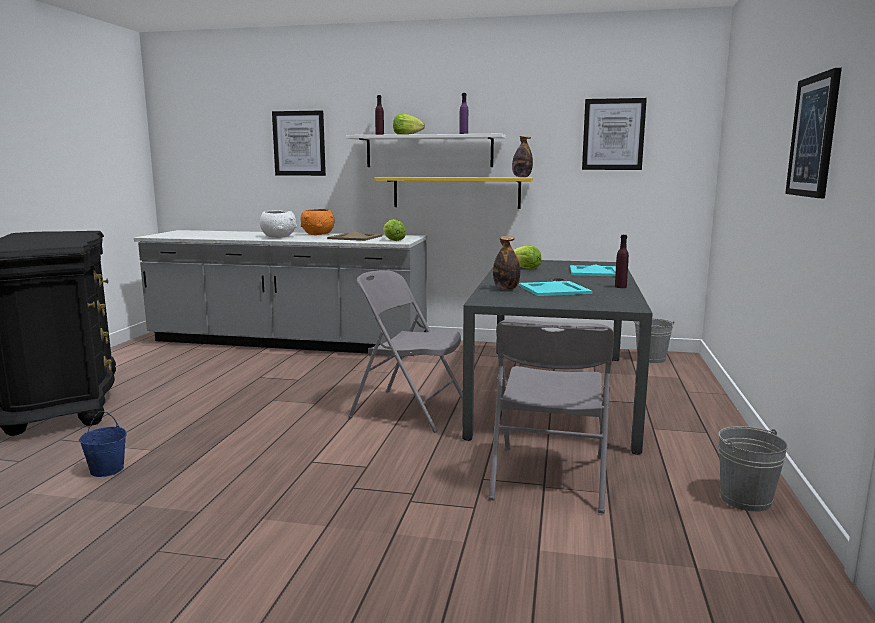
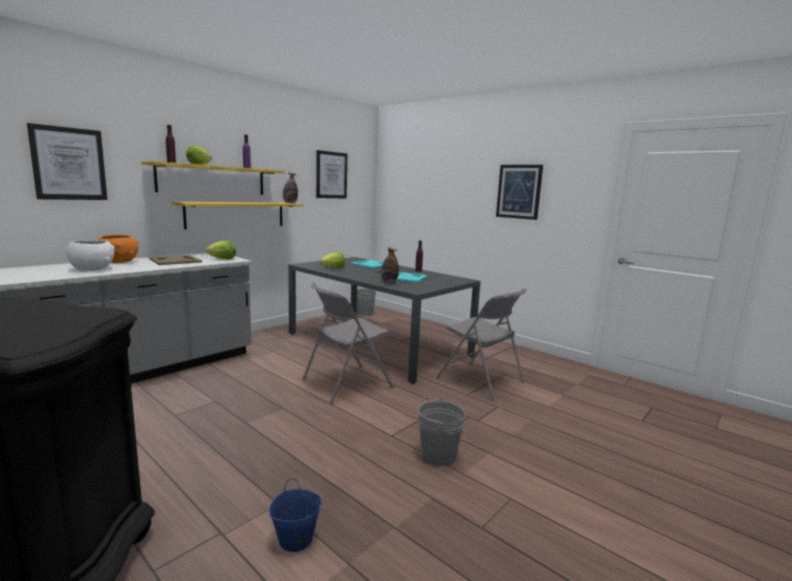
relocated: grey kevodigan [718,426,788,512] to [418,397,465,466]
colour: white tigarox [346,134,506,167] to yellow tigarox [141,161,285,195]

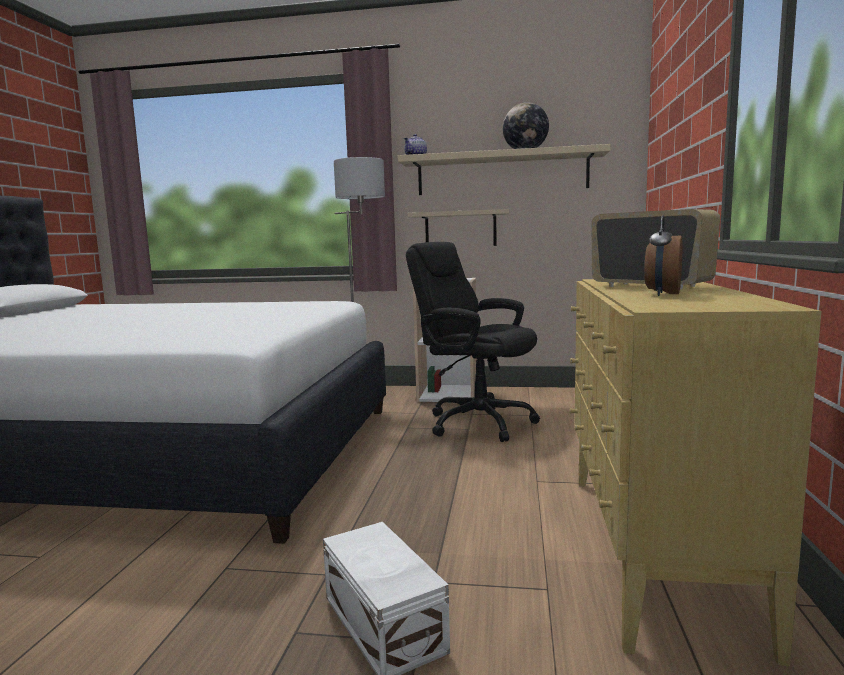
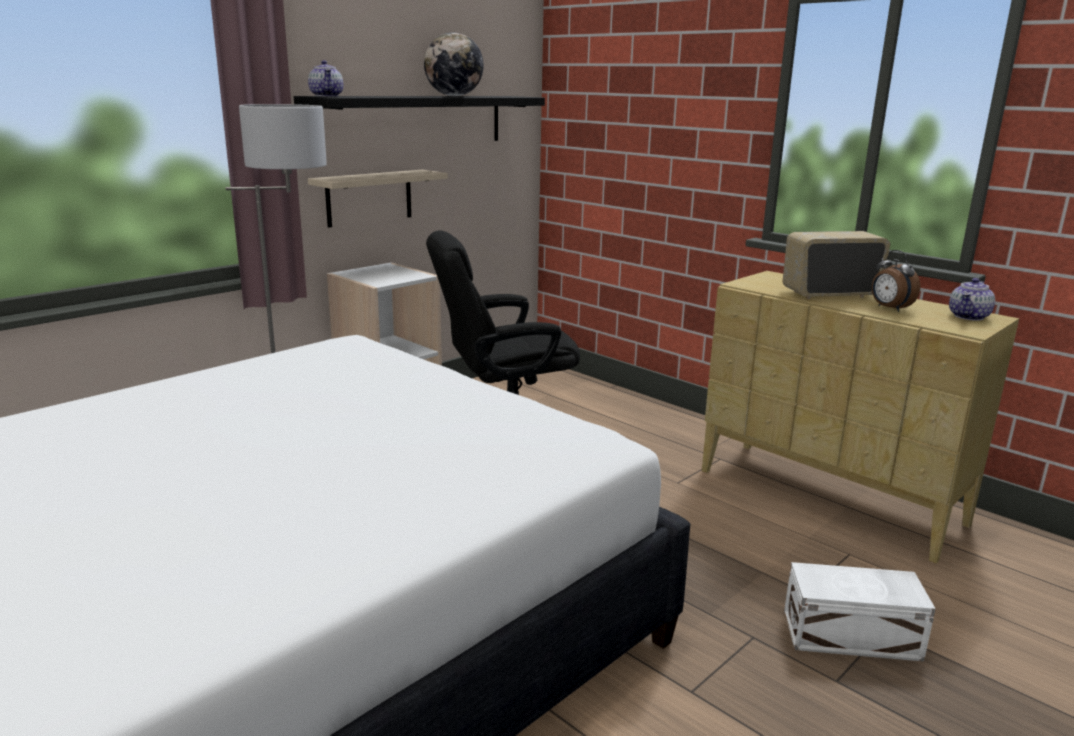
appeared: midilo [949,278,995,321]
colour: beige tigarox [398,144,611,195] to black tigarox [294,96,545,141]

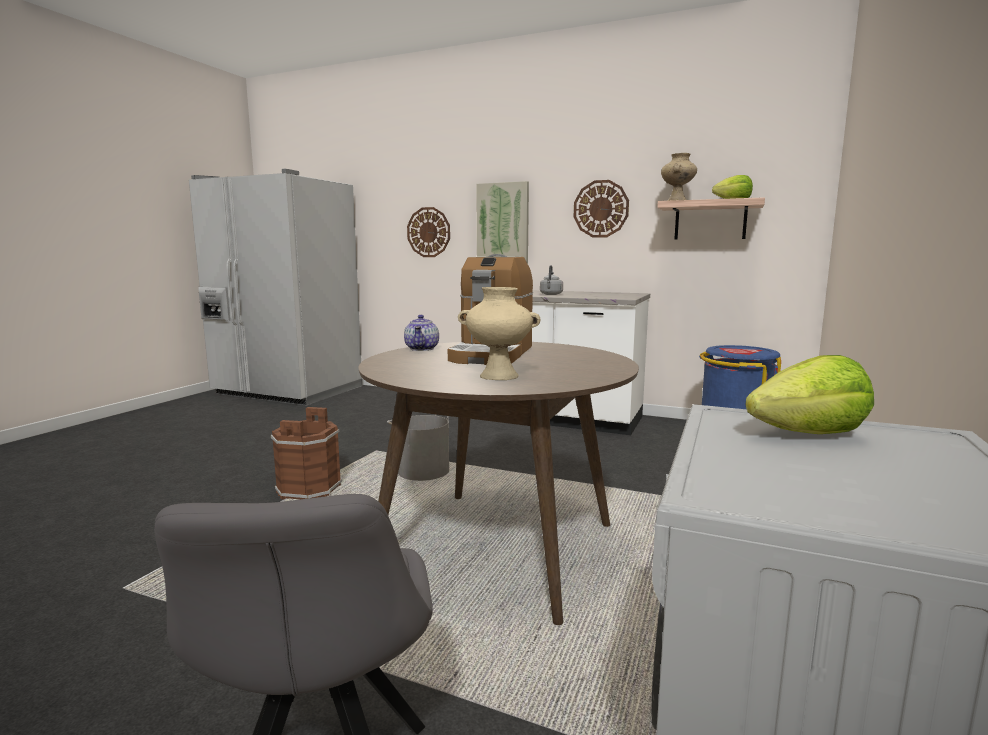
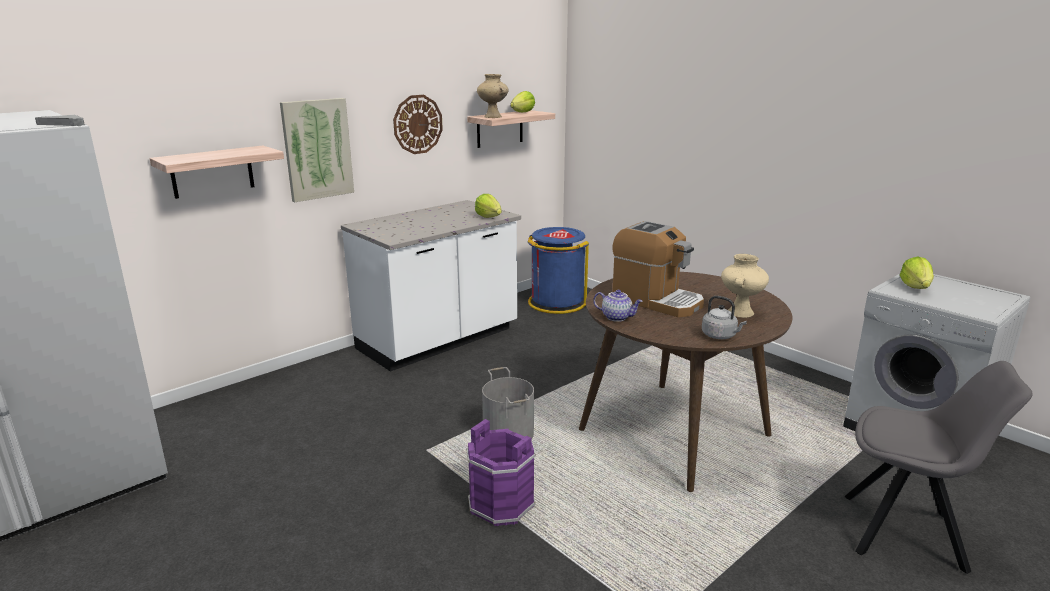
appeared: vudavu [475,194,502,218]
relocated: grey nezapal [540,265,563,295] to [702,296,747,339]
exchanged: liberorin [407,207,450,257] to tigarox [150,146,284,199]
colour: brown kevodigan [271,407,342,500] to purple kevodigan [466,419,536,527]

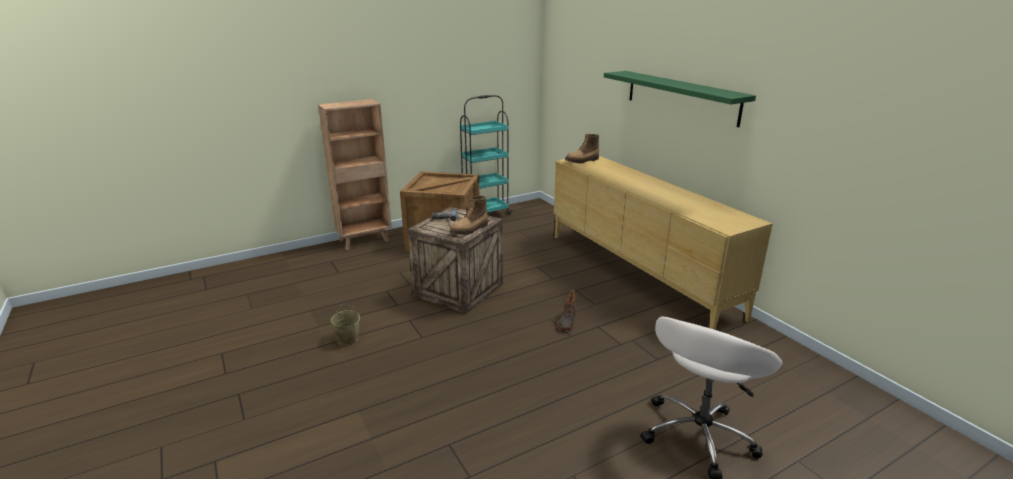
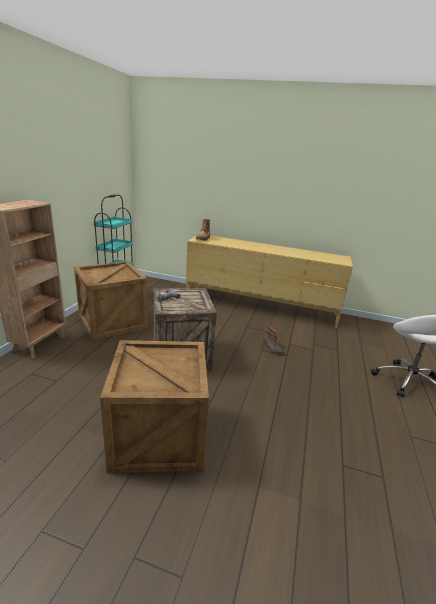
missing: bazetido [450,195,488,235]; green tigarox [604,71,756,127]
exchanged: beige kevodigan [331,303,360,345] to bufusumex [100,340,209,473]

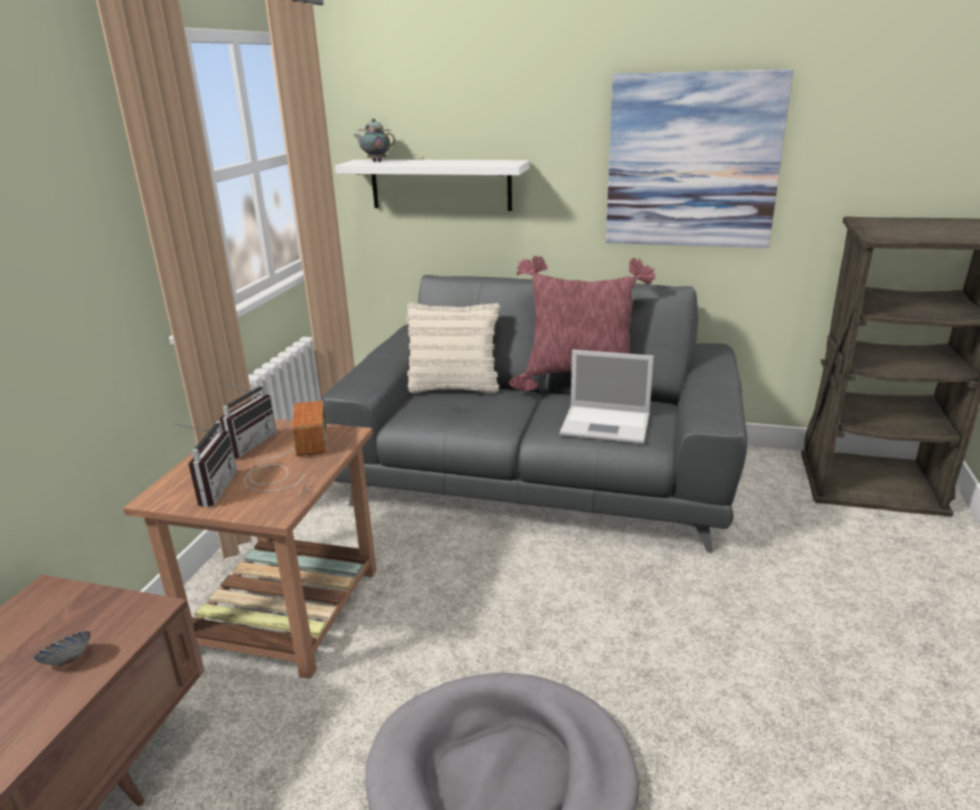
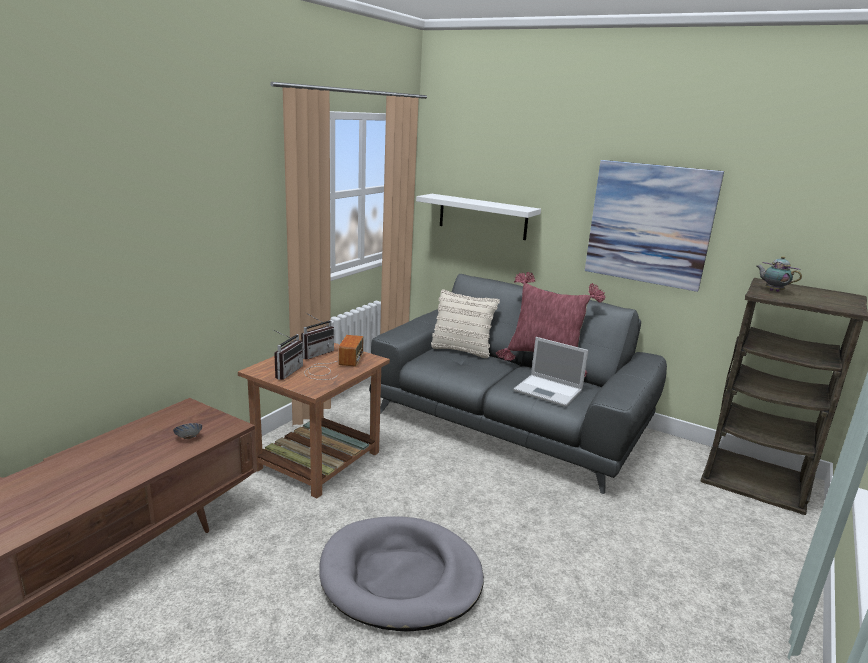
relocated: midilo [353,118,395,162] to [757,256,802,292]

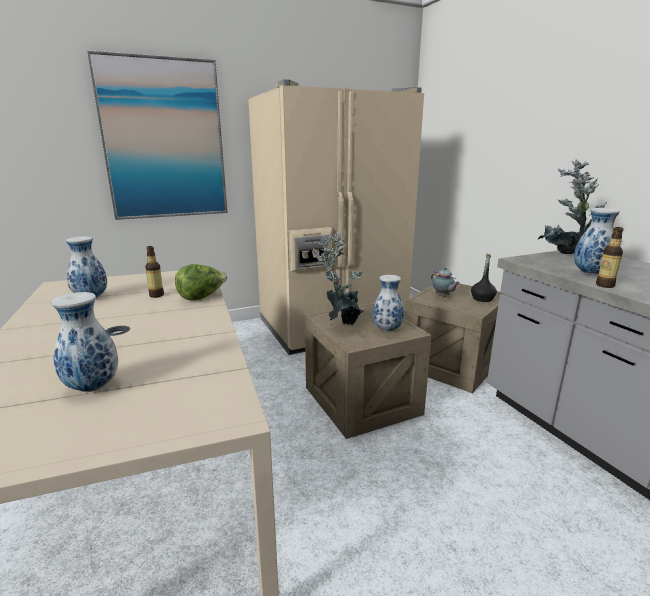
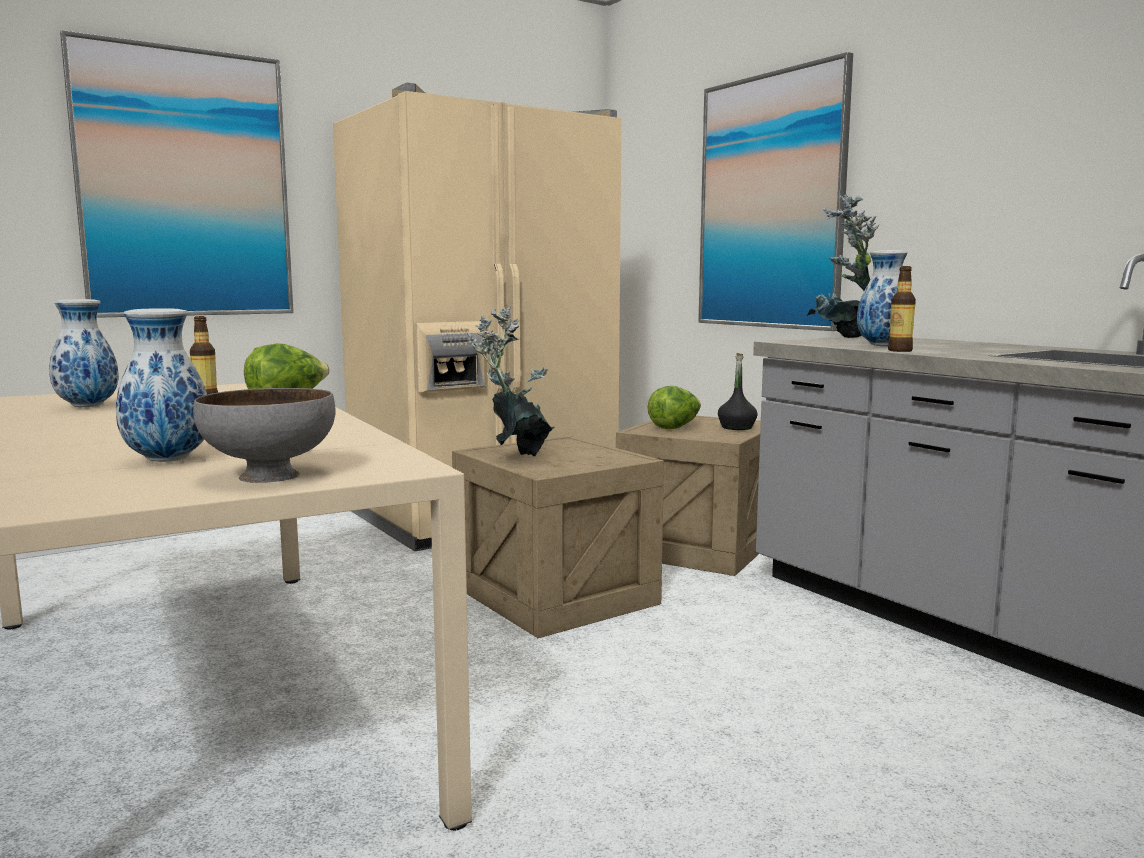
missing: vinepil [373,275,404,332]
appeared: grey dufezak [193,388,335,483]; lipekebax [698,52,853,331]
exchanged: midilo [431,267,460,297] to vudavu [647,386,701,429]

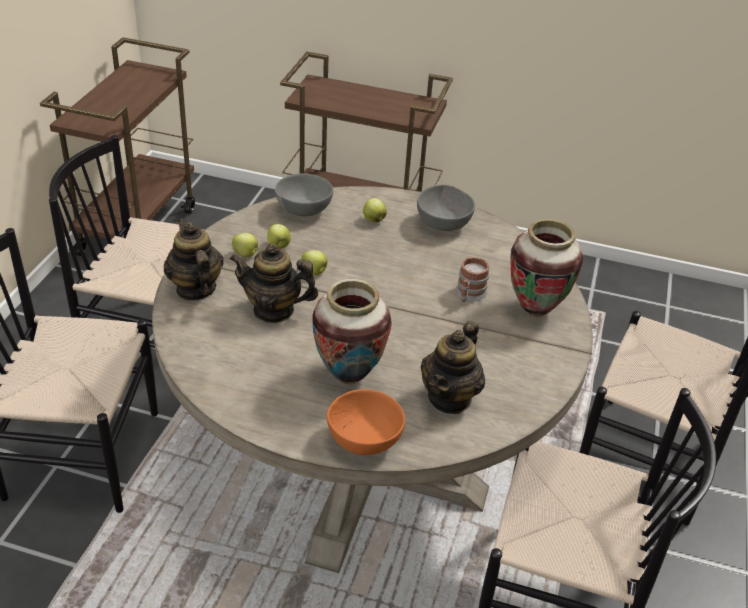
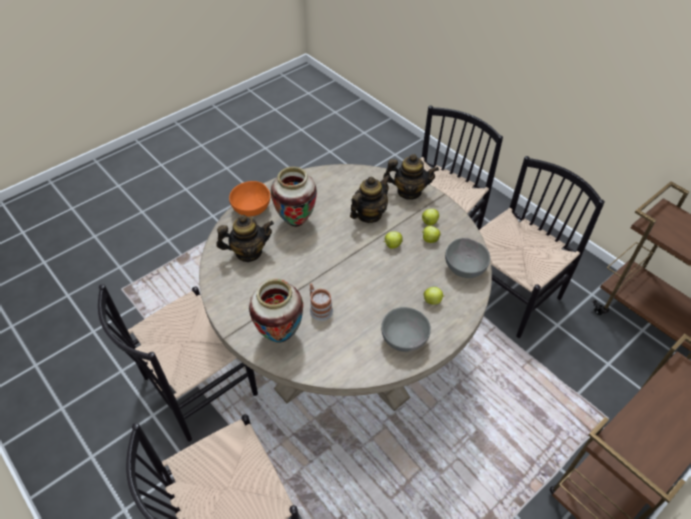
spun: midilo [421,321,485,414] = [216,215,274,262] 105 degrees clockwise

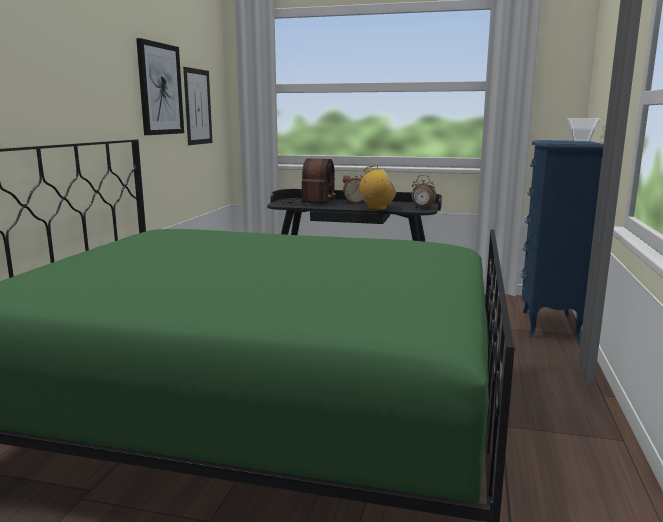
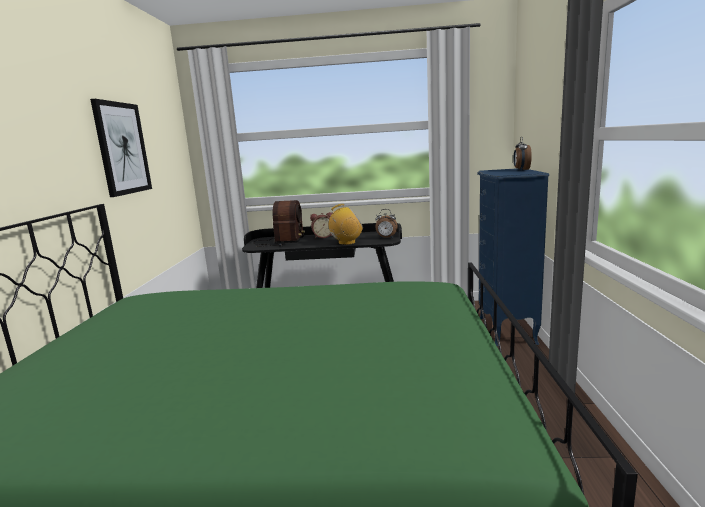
missing: lipekebax [183,67,213,145]
exchanged: dufezak [567,118,601,142] to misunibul [513,137,532,170]

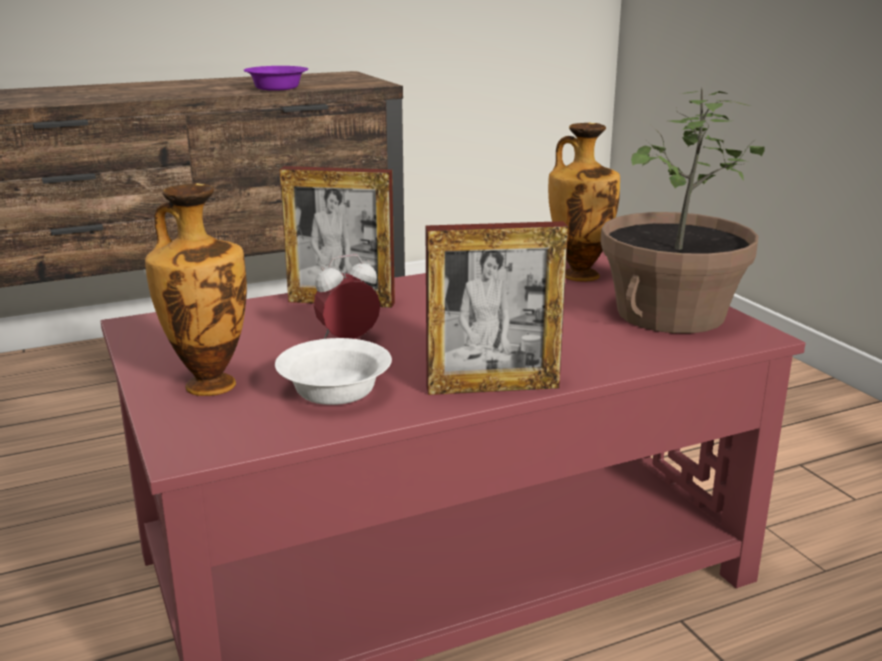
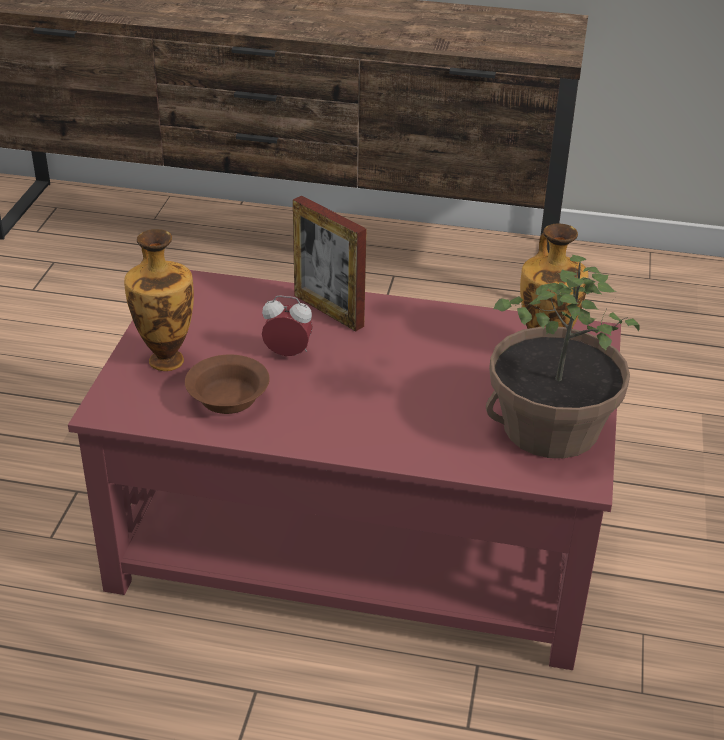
missing: purple dufezak [243,66,308,91]; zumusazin [425,221,568,395]
colour: white dufezak [275,338,392,405] to brown dufezak [185,355,270,414]

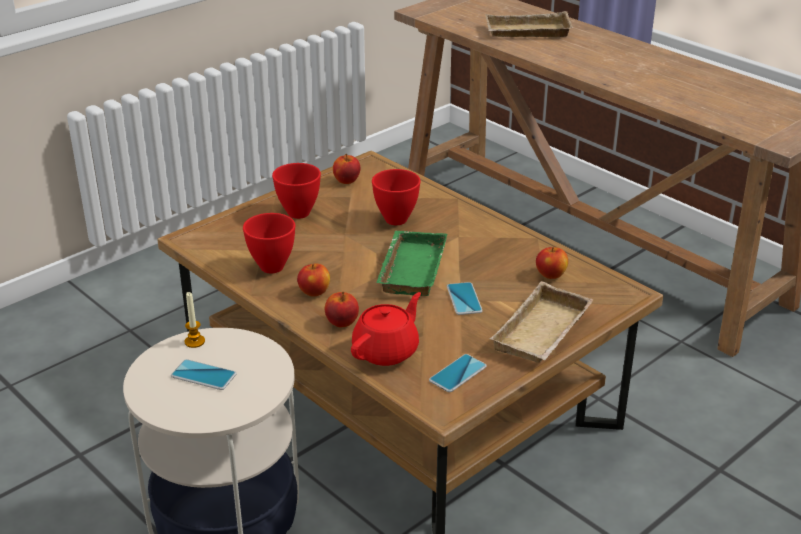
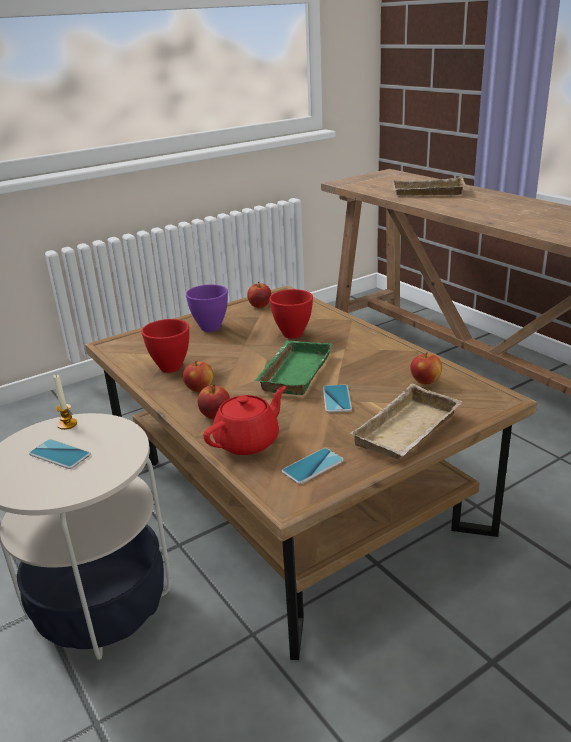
colour: red dufezak [272,163,321,219] to purple dufezak [186,284,228,332]

